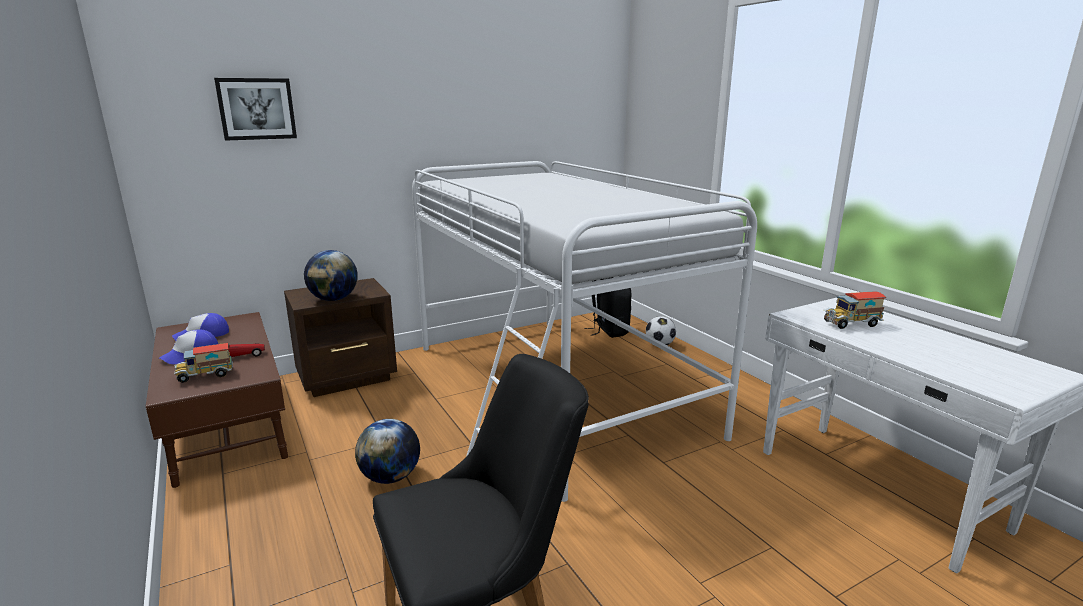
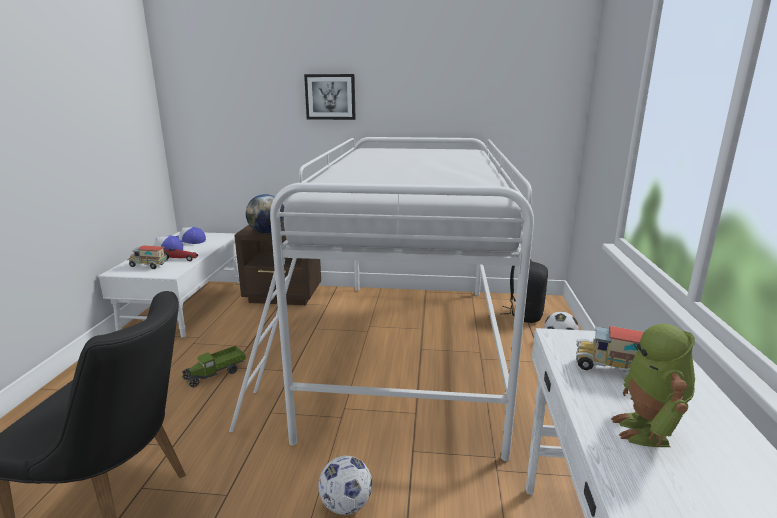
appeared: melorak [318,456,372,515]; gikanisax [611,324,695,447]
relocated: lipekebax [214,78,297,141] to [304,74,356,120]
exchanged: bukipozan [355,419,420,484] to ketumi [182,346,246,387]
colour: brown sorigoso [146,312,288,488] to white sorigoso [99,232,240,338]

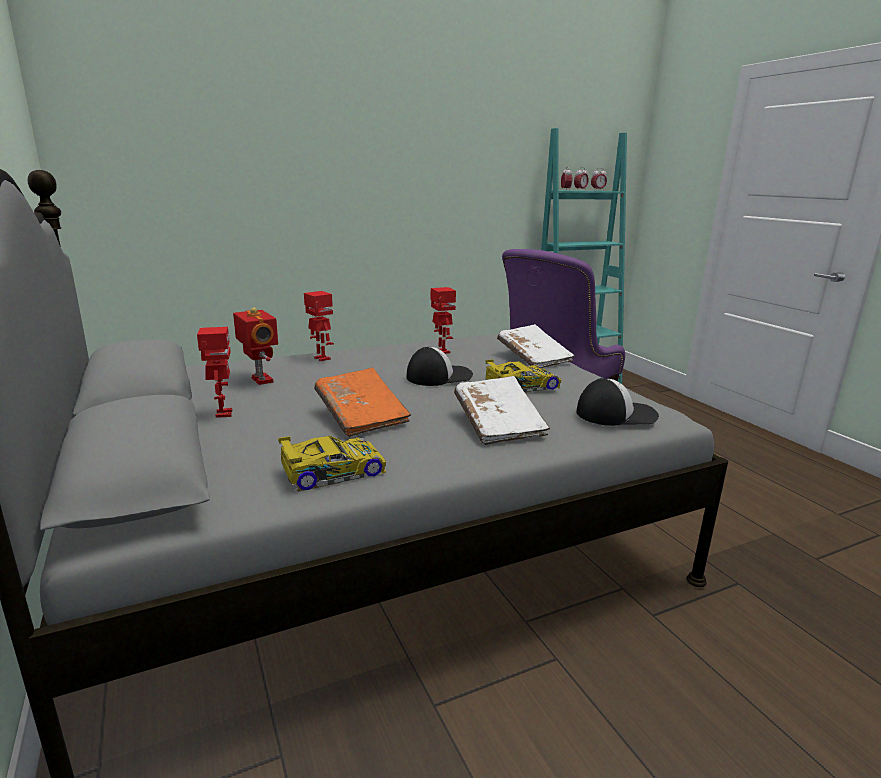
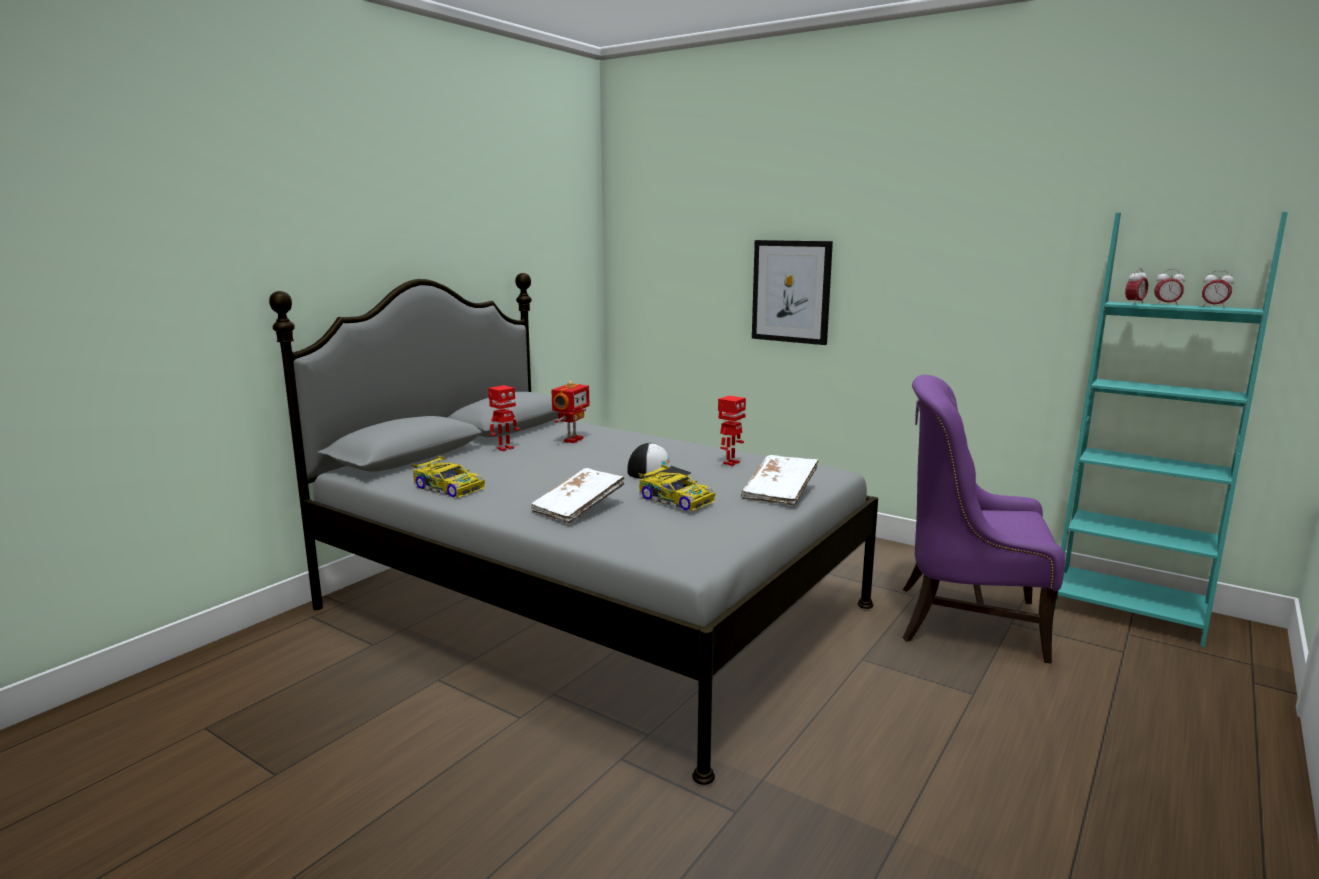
missing: gikanisax [304,291,334,361]; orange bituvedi [314,368,411,437]; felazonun [576,378,659,426]
appeared: lipekebax [752,240,833,345]

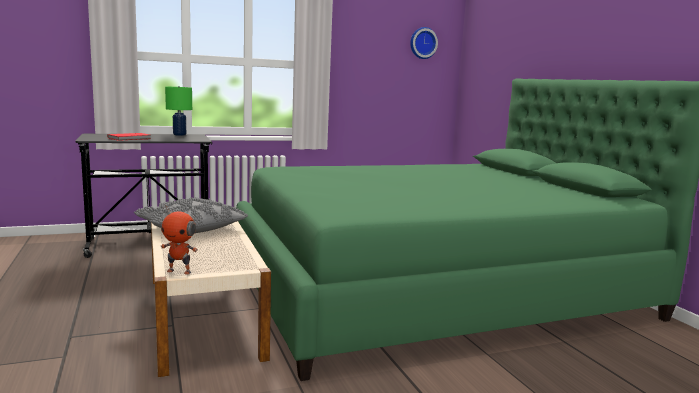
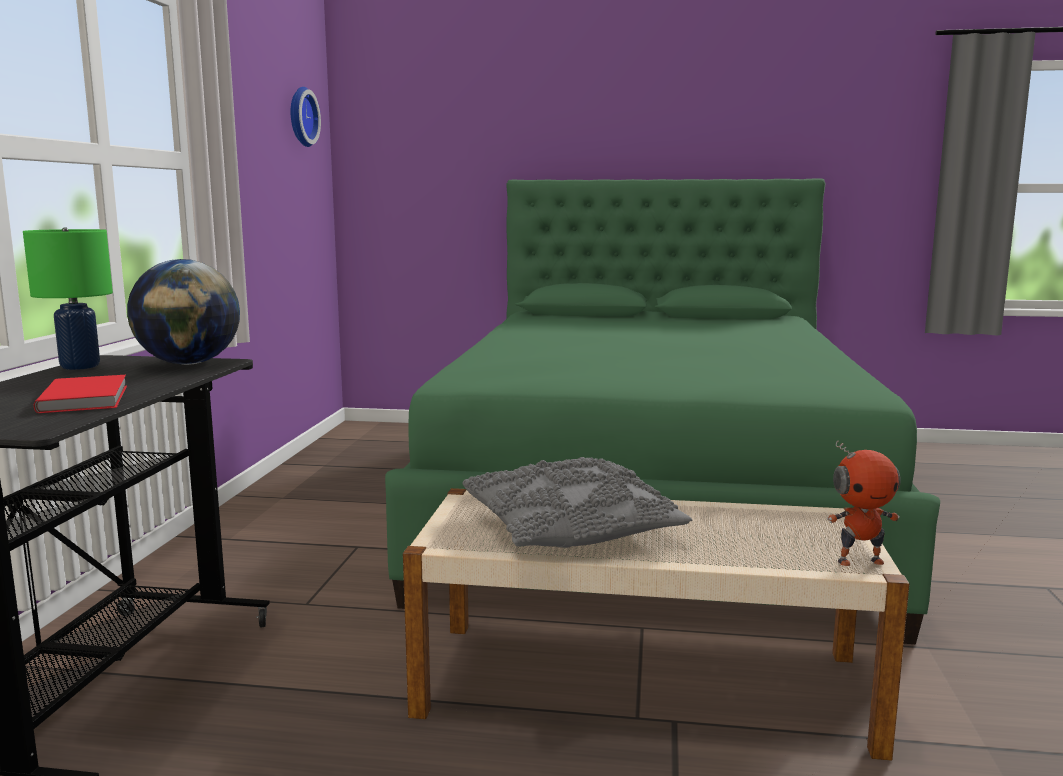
appeared: bukipozan [127,259,240,365]
spun: gikanisax [161,205,198,275] = [827,441,901,566] 45 degrees clockwise

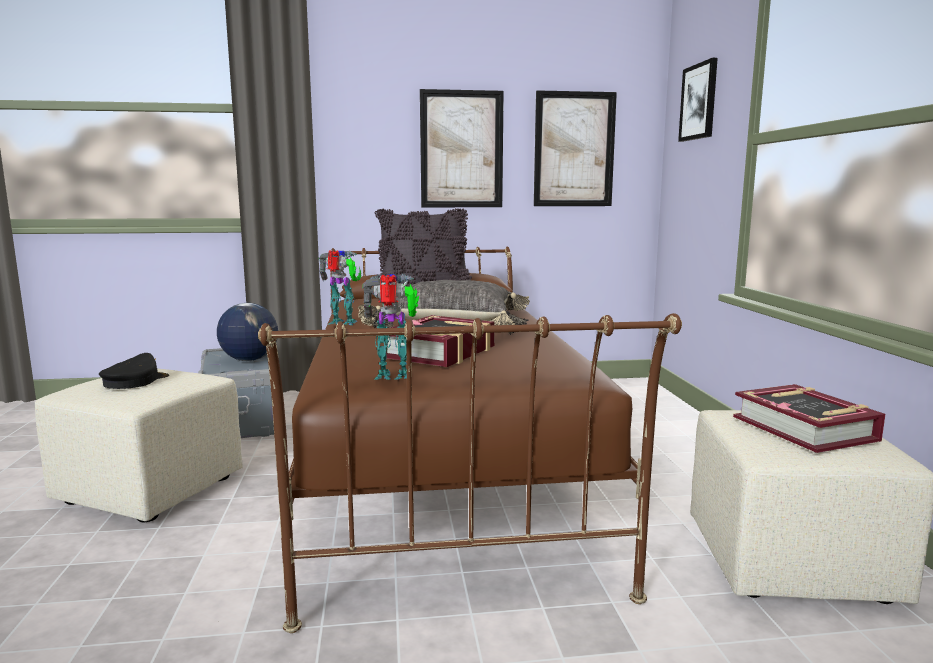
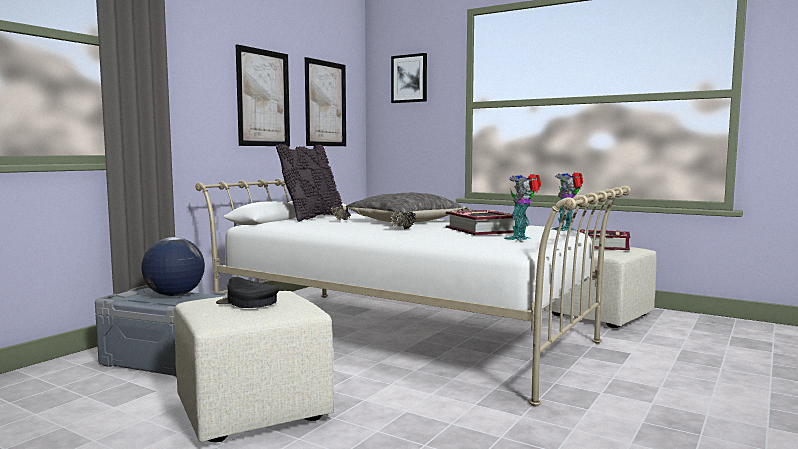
relocated: gikanisax [318,250,362,325] to [552,172,583,231]
colour: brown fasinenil [258,246,682,633] to white fasinenil [196,178,631,406]
spun: black felazonun [99,353,169,389] = [216,277,280,308] 45 degrees counterclockwise

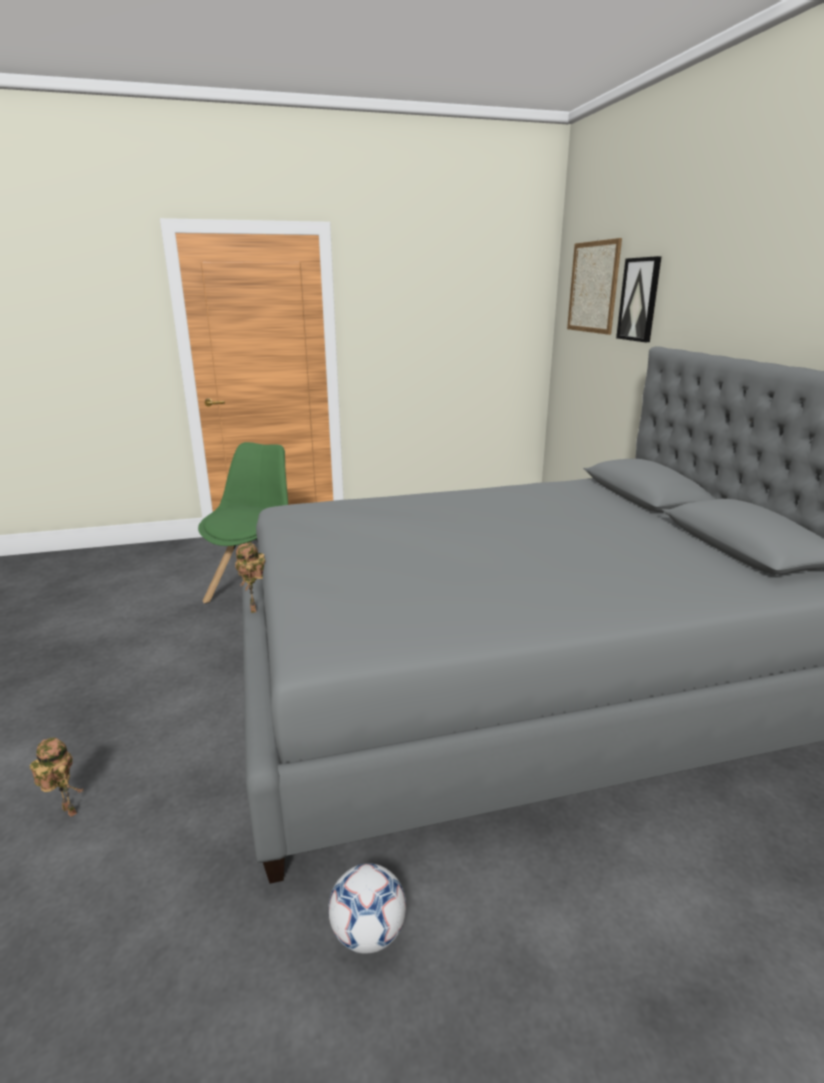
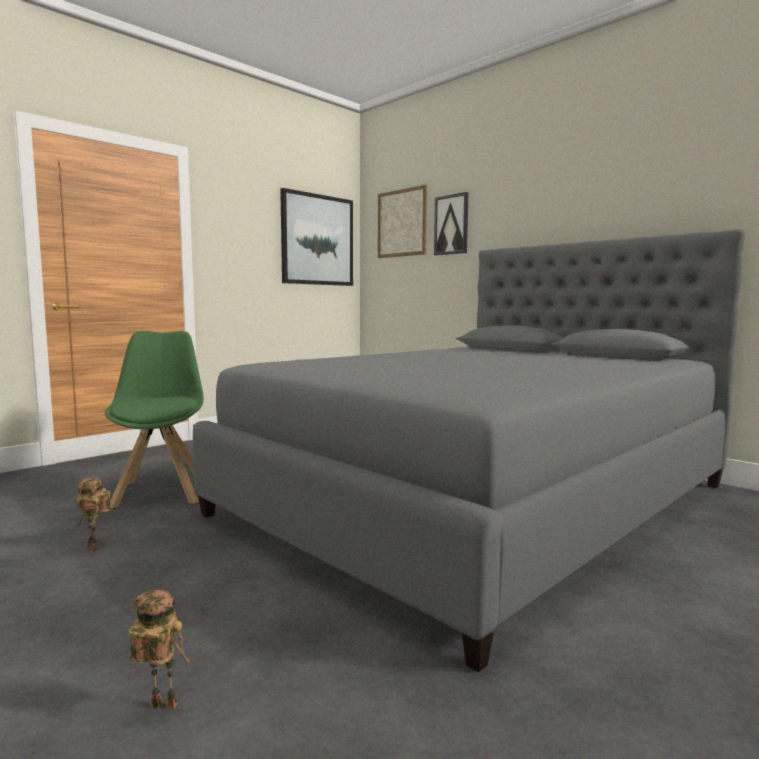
missing: melorak [328,863,406,954]
appeared: lipekebax [280,188,353,286]
relocated: gikanisax [235,543,265,613] to [76,478,111,551]

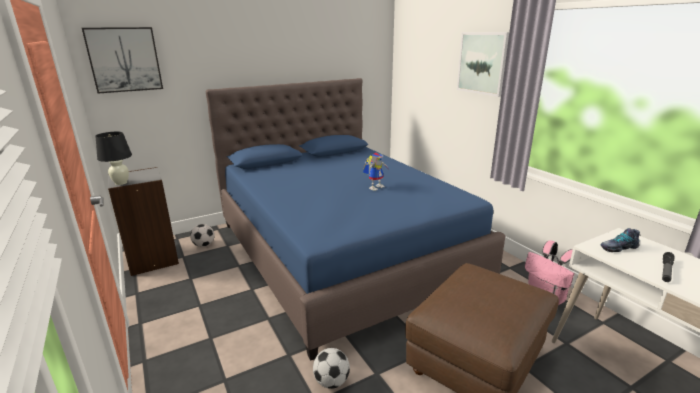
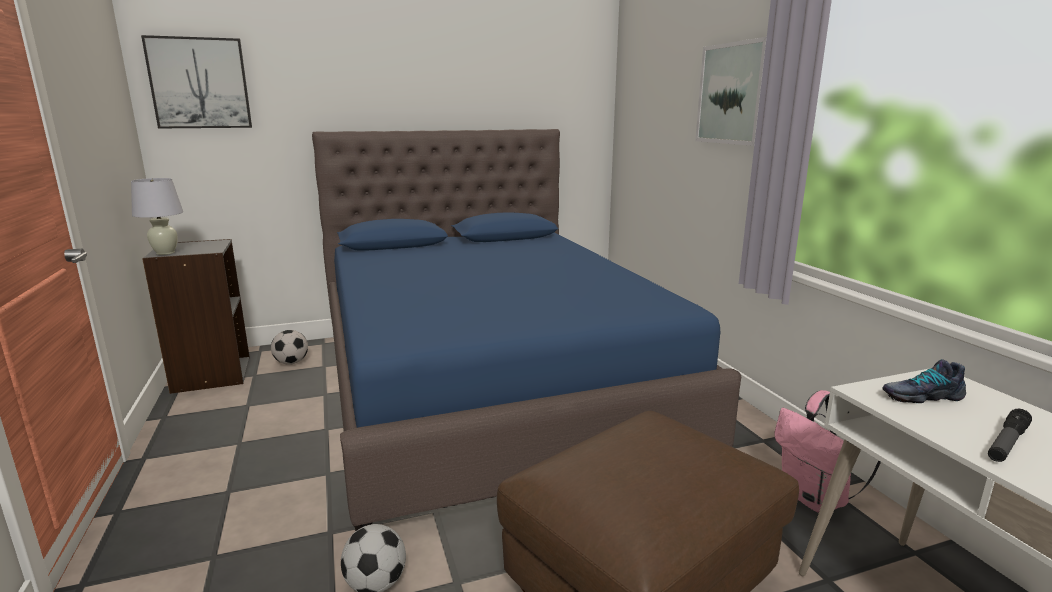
missing: gikanisax [363,153,389,191]
colour: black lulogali [95,132,132,185] to white lulogali [131,178,183,255]

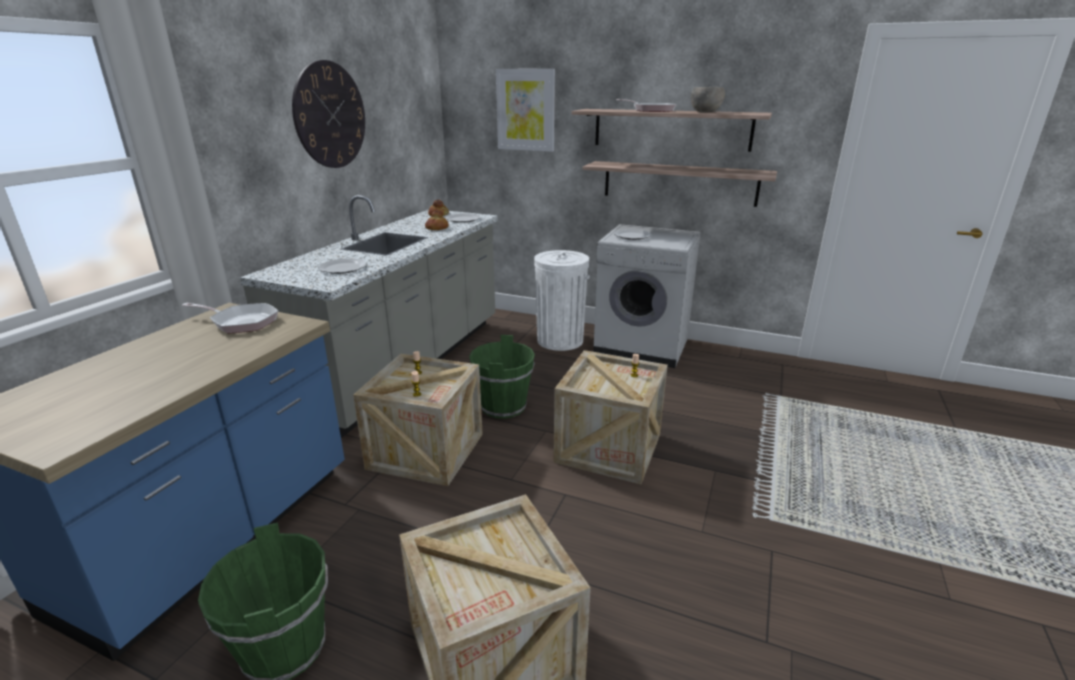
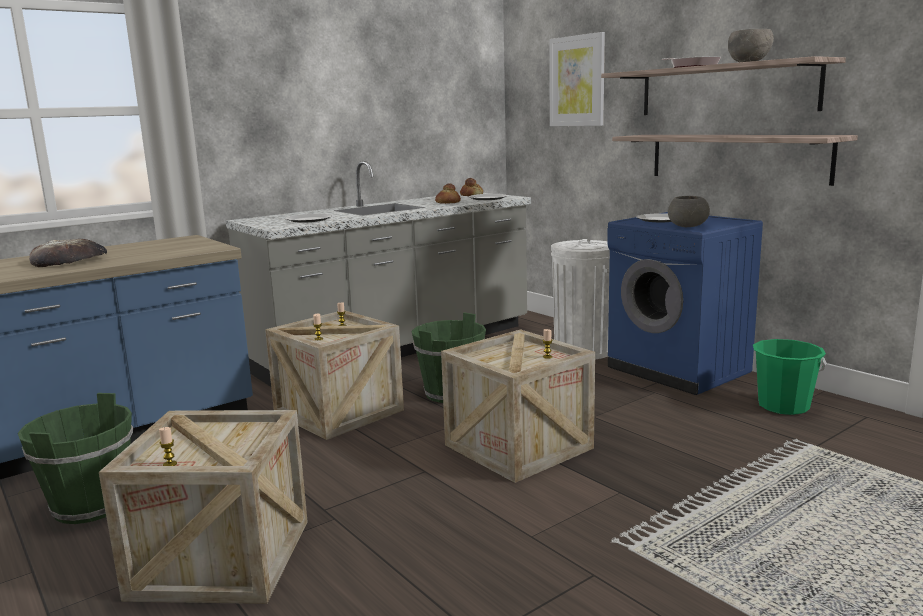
missing: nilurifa [182,303,278,334]; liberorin [292,60,365,168]
appeared: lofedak [29,239,107,267]; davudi [159,427,177,466]; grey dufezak [668,196,710,227]; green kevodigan [753,339,827,415]
colour: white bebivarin [593,224,700,368] to blue bebivarin [607,212,763,395]

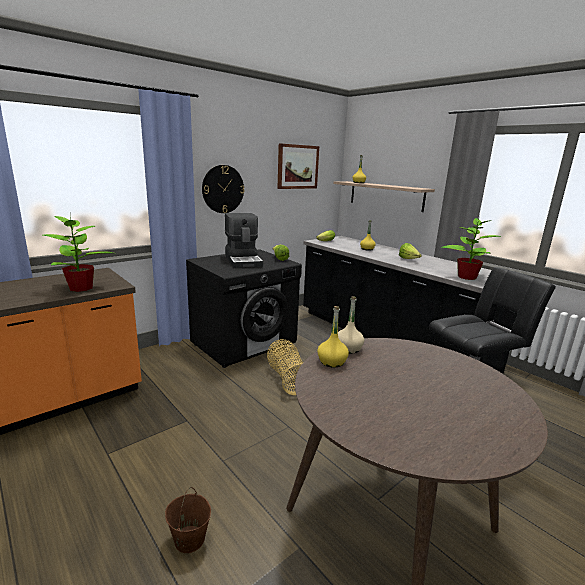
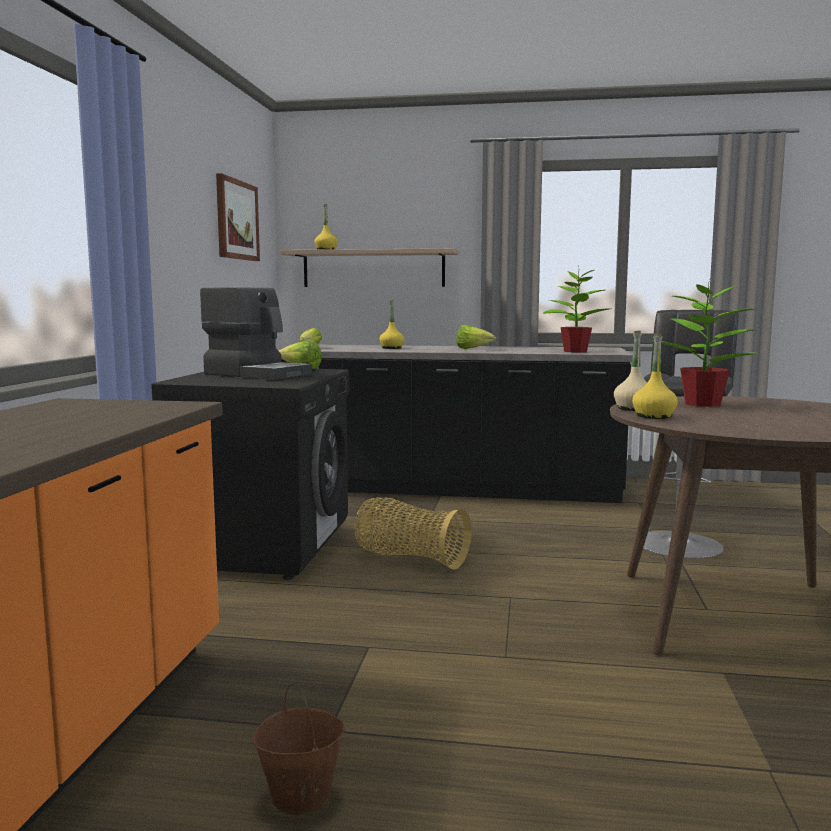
missing: liberorin [202,165,245,213]
relocated: brown kevodigan [165,487,211,553] to [253,683,345,815]; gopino [43,216,113,292] to [649,278,759,407]

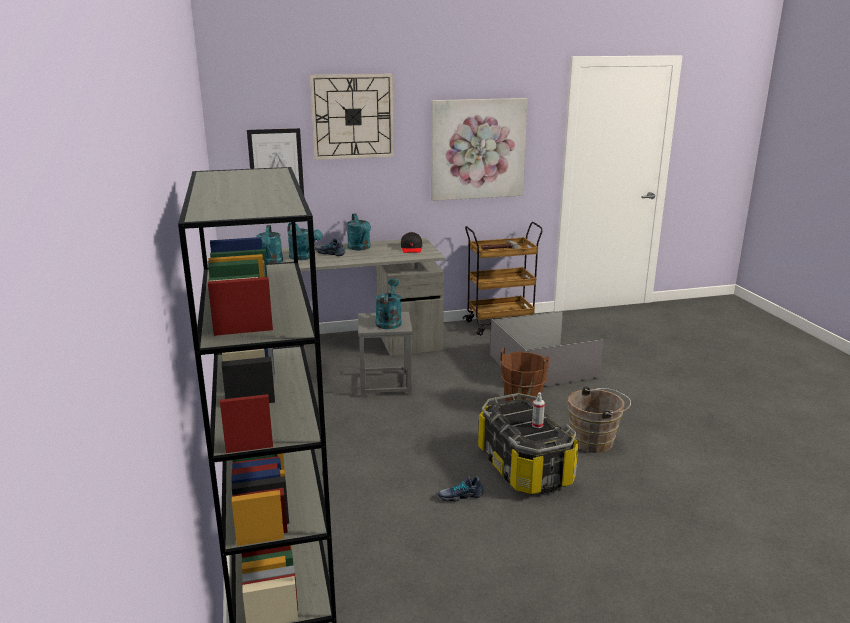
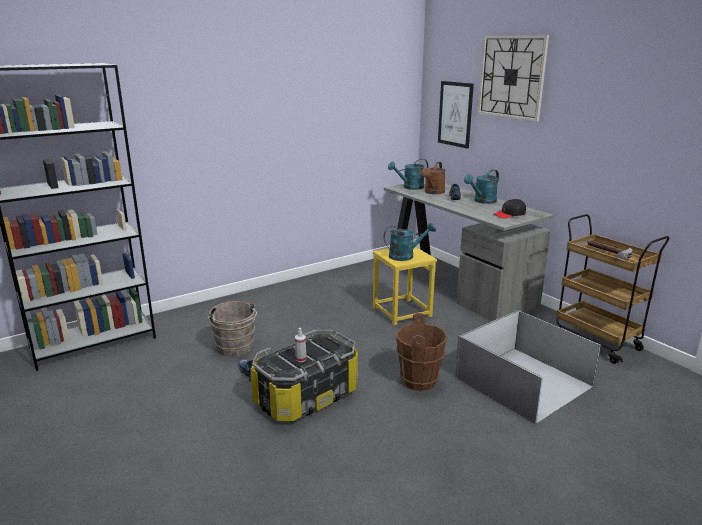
missing: lipekebax [431,98,527,201]
relocated: brown kevodigan [568,386,631,453] to [208,301,257,357]
colour: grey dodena [358,312,413,397] to yellow dodena [373,247,437,325]; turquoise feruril [287,223,323,260] to brown feruril [421,162,446,194]

